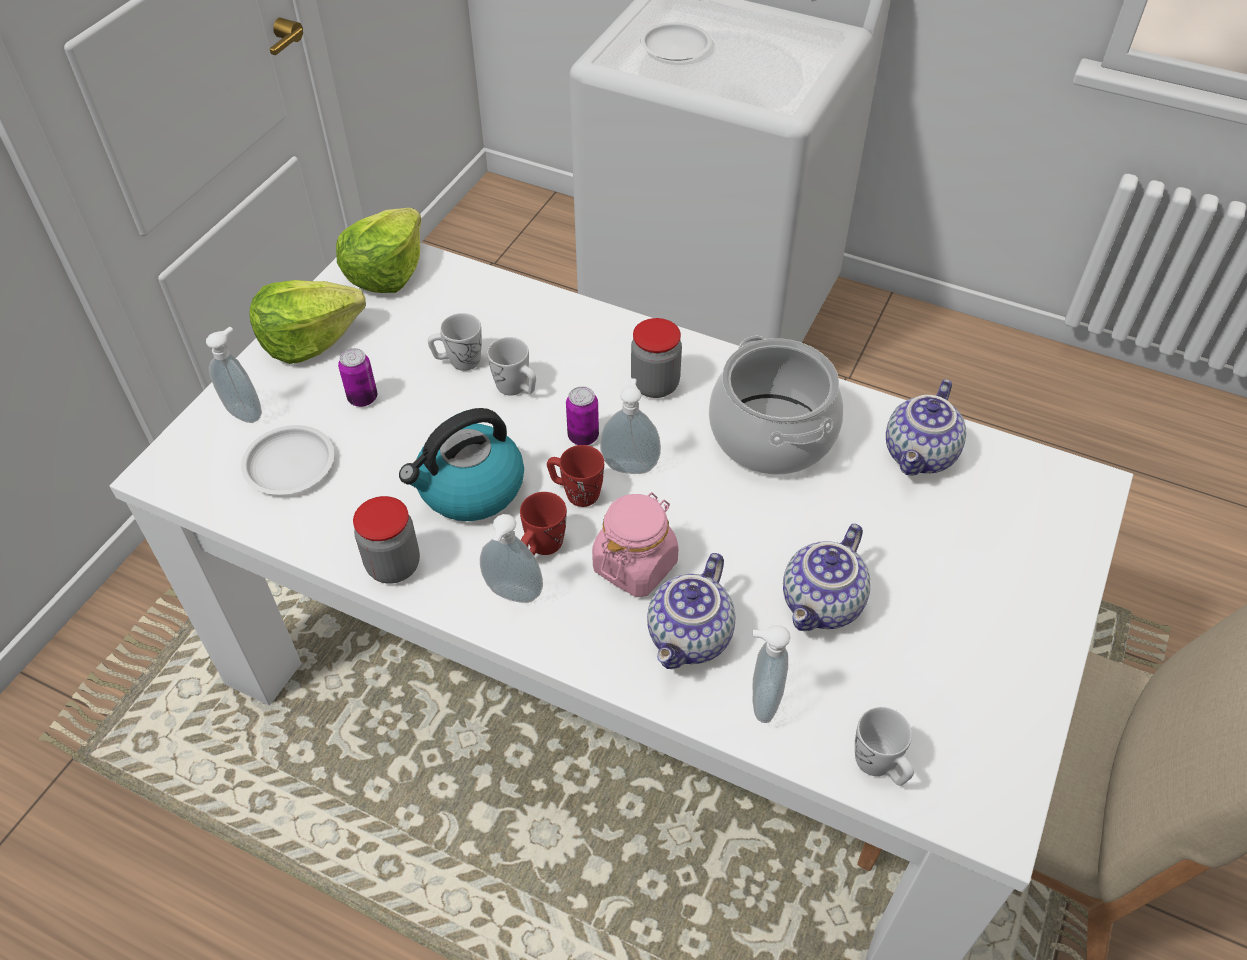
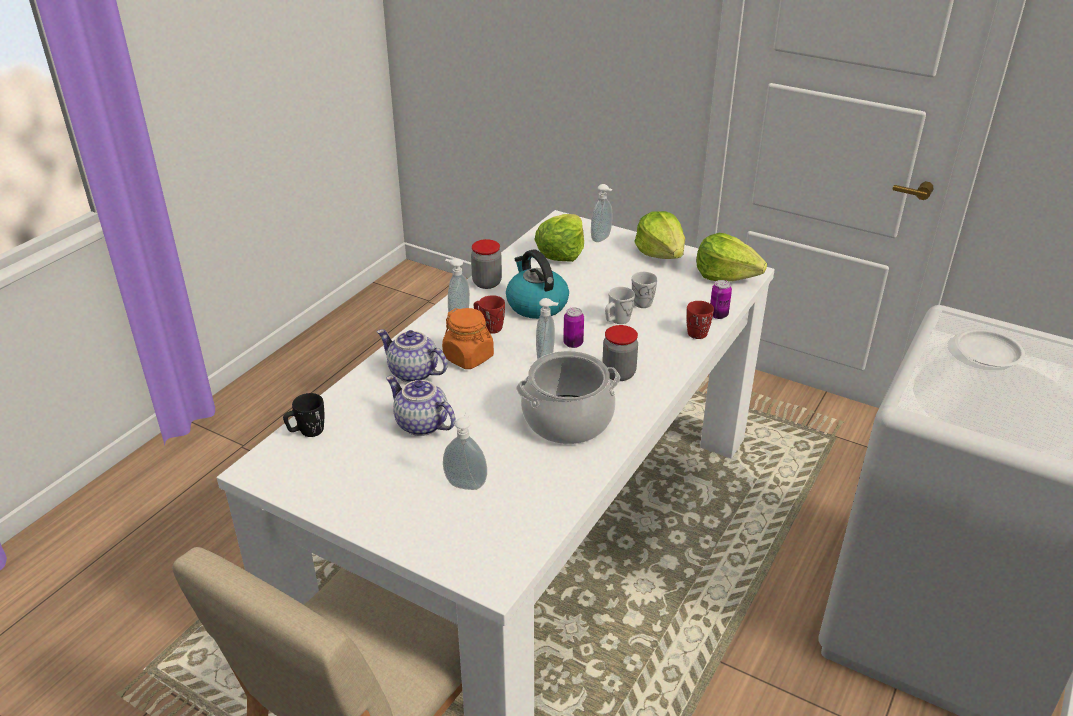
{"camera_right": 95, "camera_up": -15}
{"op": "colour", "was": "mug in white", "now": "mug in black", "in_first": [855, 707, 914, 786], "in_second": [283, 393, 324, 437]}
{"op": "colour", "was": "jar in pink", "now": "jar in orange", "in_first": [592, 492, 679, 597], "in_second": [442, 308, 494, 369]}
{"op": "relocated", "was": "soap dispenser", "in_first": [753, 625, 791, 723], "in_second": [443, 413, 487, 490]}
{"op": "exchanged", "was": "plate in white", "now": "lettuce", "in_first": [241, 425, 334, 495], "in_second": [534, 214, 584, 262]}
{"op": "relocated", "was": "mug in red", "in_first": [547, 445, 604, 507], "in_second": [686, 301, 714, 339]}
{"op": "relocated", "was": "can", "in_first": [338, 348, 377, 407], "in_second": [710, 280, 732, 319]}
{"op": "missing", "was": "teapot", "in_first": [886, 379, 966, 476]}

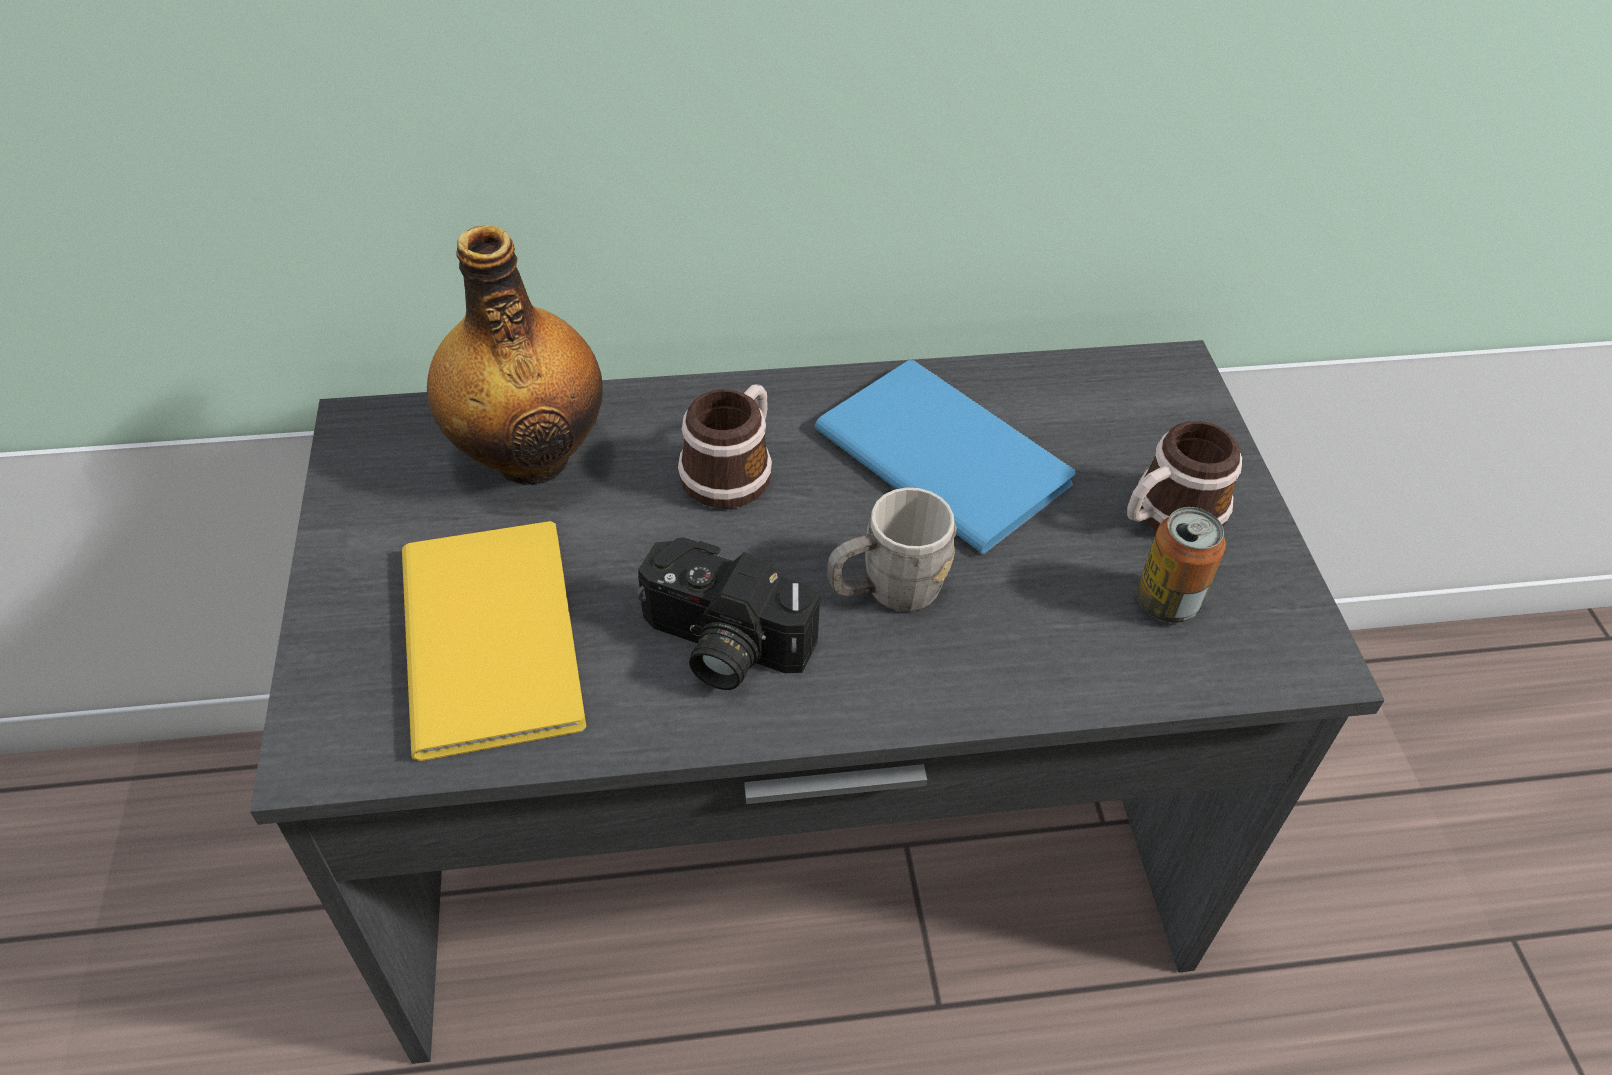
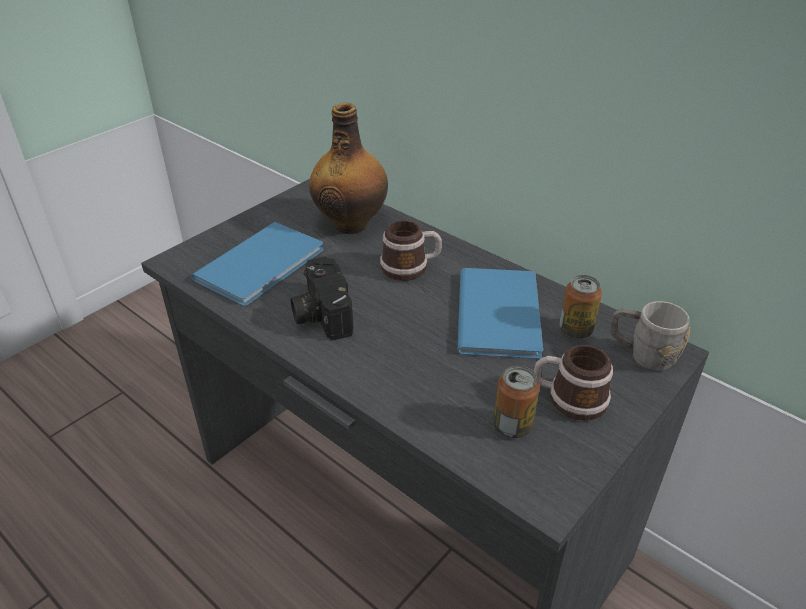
{"camera_right": 50, "camera_up": -10}
{"op": "colour", "was": "book in yellow", "now": "book in blue", "in_first": [402, 521, 586, 761], "in_second": [191, 222, 324, 306]}
{"op": "appeared", "now": "can", "in_second": [559, 275, 602, 339]}
{"op": "relocated", "was": "mug in grey", "in_first": [827, 487, 957, 612], "in_second": [610, 301, 691, 371]}

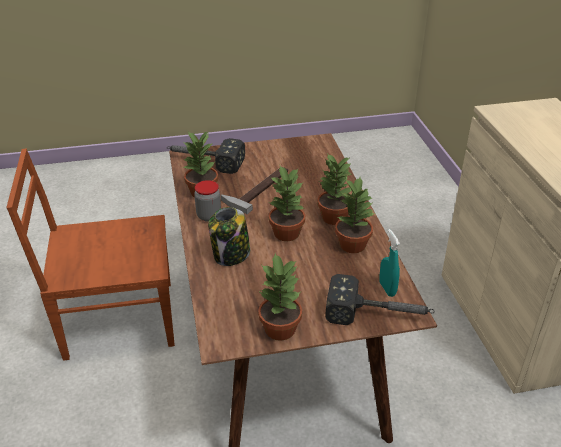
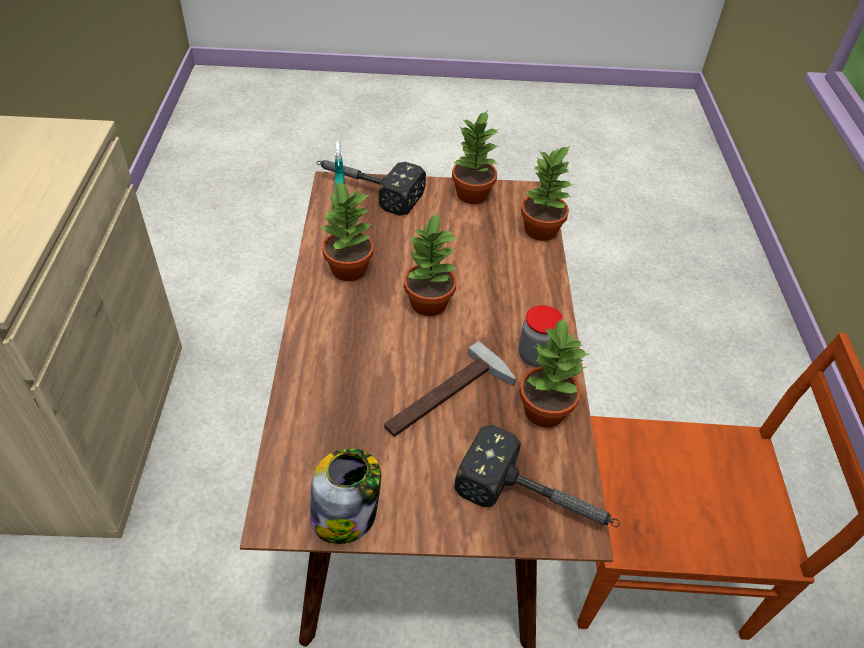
{"camera_right": -170, "camera_up": 10}
{"op": "relocated", "was": "jar", "in_first": [208, 207, 250, 266], "in_second": [310, 448, 381, 544]}
{"op": "relocated", "was": "potted plant", "in_first": [318, 153, 352, 225], "in_second": [521, 145, 574, 241]}

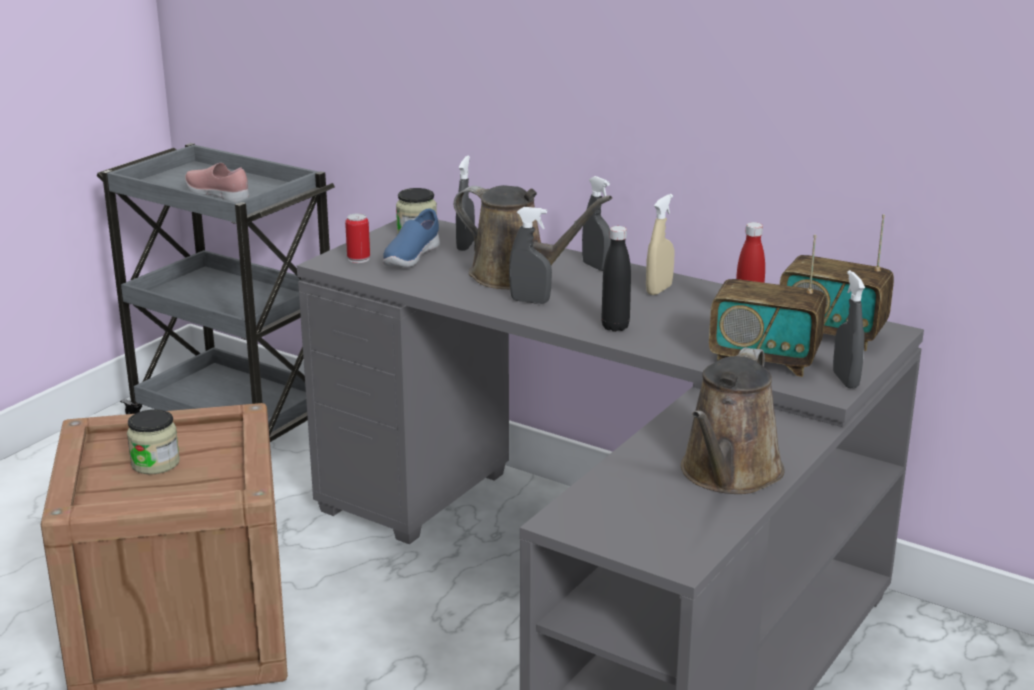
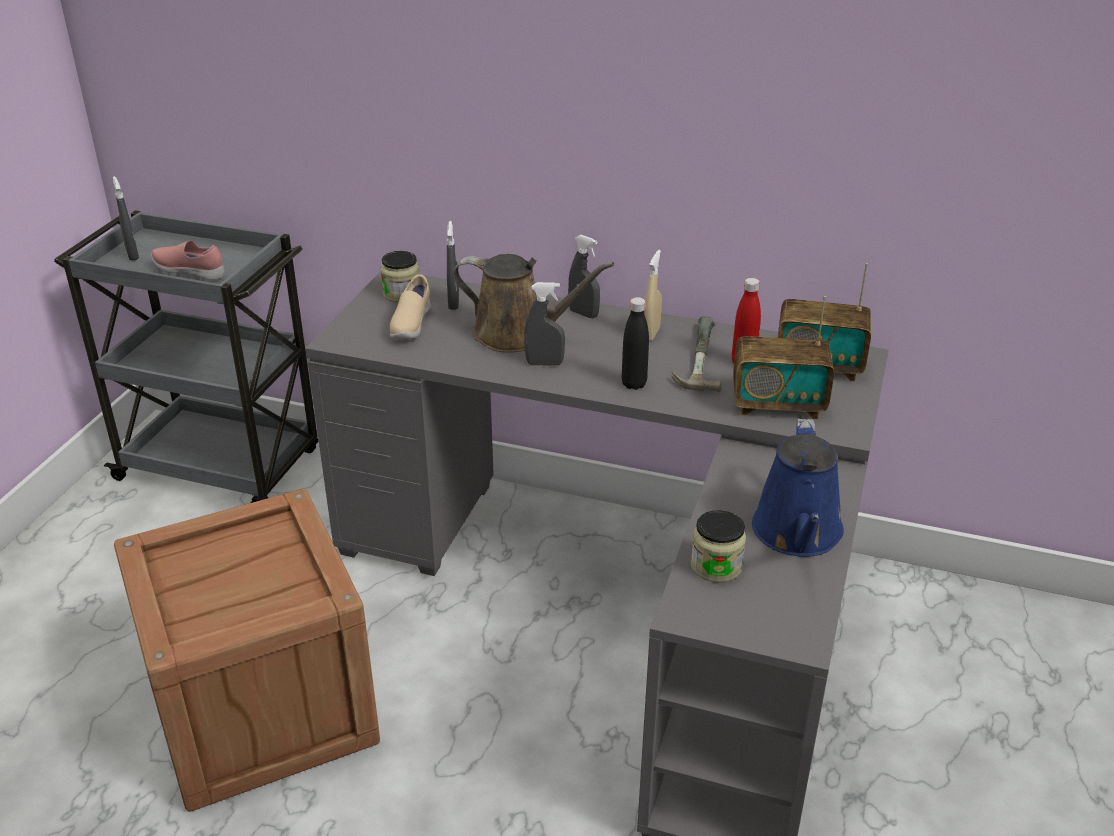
{"camera_right": -15, "camera_up": 10}
{"op": "relocated", "was": "spray bottle in grey", "in_first": [833, 270, 865, 388], "in_second": [113, 176, 139, 261]}
{"op": "colour", "was": "shoe in blue", "now": "shoe in beige", "in_first": [383, 209, 440, 267], "in_second": [390, 274, 431, 339]}
{"op": "appeared", "now": "hammer", "in_second": [671, 316, 722, 392]}
{"op": "relocated", "was": "jar", "in_first": [127, 409, 180, 474], "in_second": [691, 510, 746, 583]}
{"op": "colour", "was": "watering can in brown", "now": "watering can in blue", "in_first": [681, 347, 785, 494], "in_second": [752, 419, 844, 557]}
{"op": "missing", "was": "can", "in_first": [345, 213, 370, 263]}

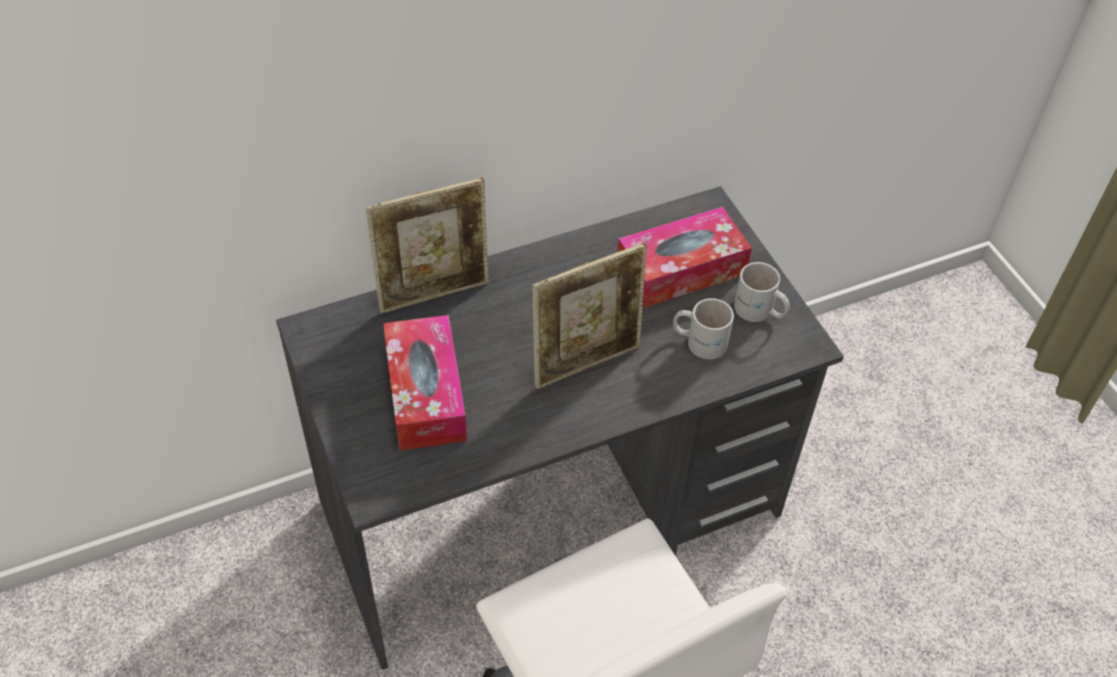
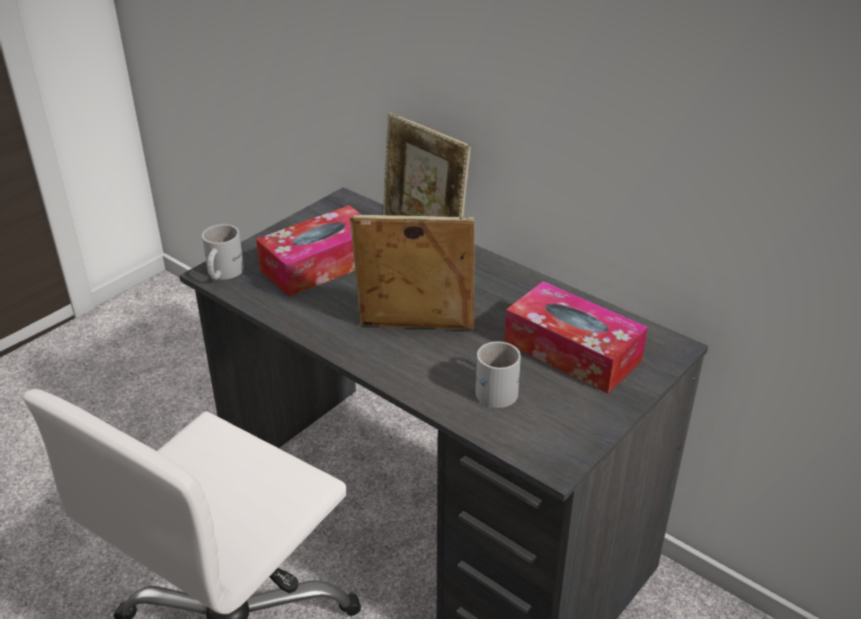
{"camera_right": 65, "camera_up": -15}
{"op": "relocated", "was": "mug in white", "in_first": [734, 262, 790, 322], "in_second": [202, 224, 244, 280]}
{"op": "spun", "was": "picture frame", "in_first": [532, 243, 647, 389], "in_second": [350, 215, 475, 330], "clockwise": 150}

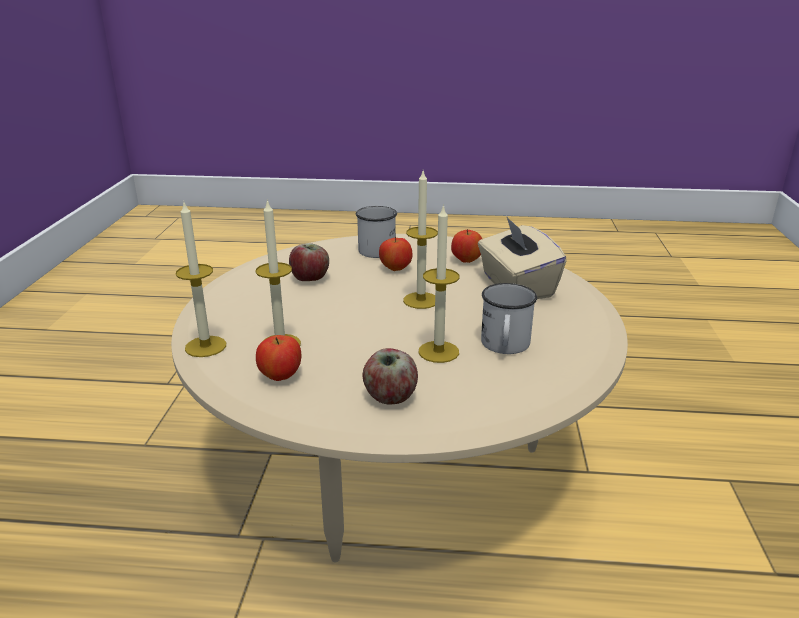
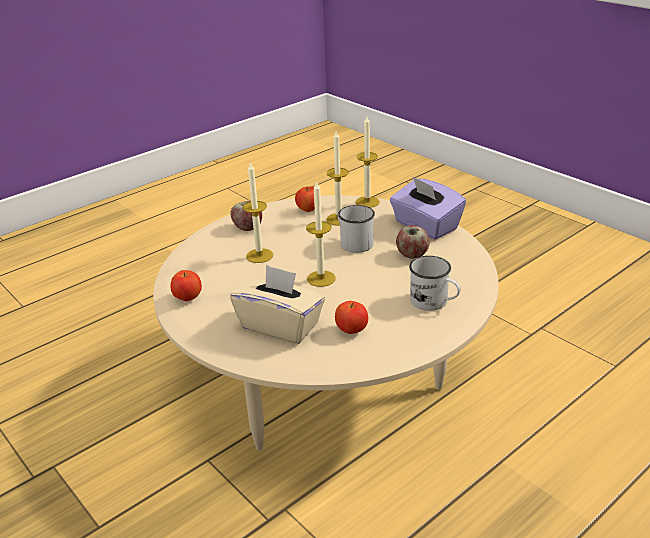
{"camera_right": 135, "camera_up": 5}
{"op": "relocated", "was": "apple", "in_first": [379, 236, 412, 271], "in_second": [170, 270, 202, 301]}
{"op": "relocated", "was": "mug in white", "in_first": [481, 283, 537, 354], "in_second": [338, 205, 375, 253]}
{"op": "appeared", "now": "tissue box in purple", "in_second": [390, 177, 466, 240]}

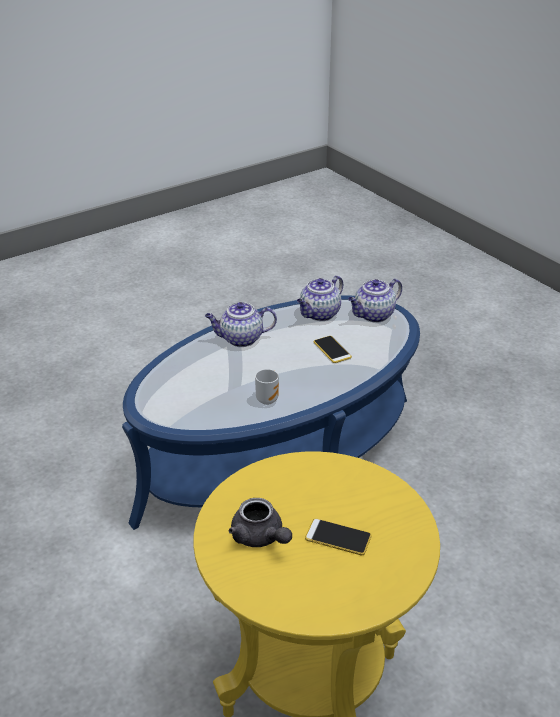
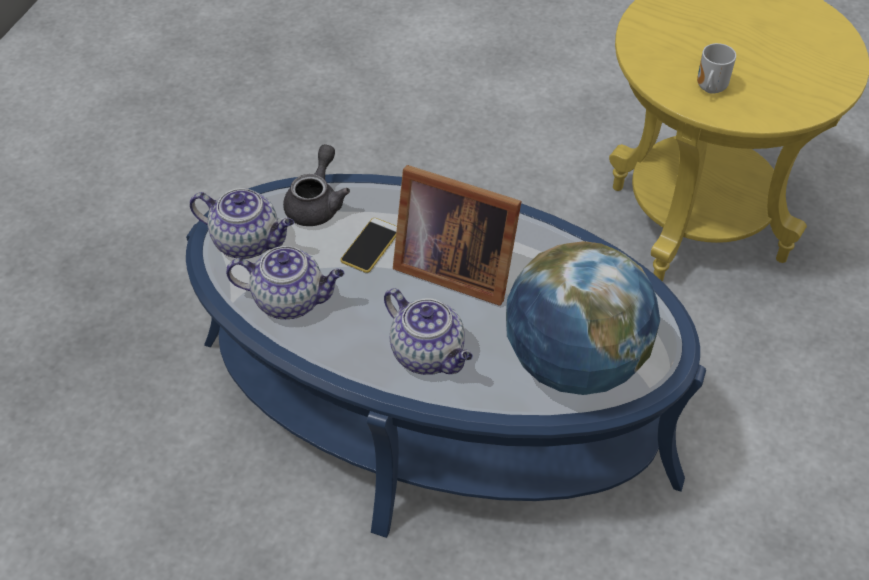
{"camera_right": -125, "camera_up": 15}
{"op": "relocated", "was": "teapot in grey", "in_first": [229, 498, 292, 547], "in_second": [283, 144, 350, 226]}
{"op": "appeared", "now": "picture frame", "in_second": [393, 165, 521, 306]}
{"op": "appeared", "now": "globe", "in_second": [506, 241, 660, 395]}
{"op": "relocated", "was": "mug", "in_first": [255, 369, 279, 405], "in_second": [697, 43, 736, 94]}
{"op": "missing", "was": "phone", "in_first": [305, 518, 372, 555]}

